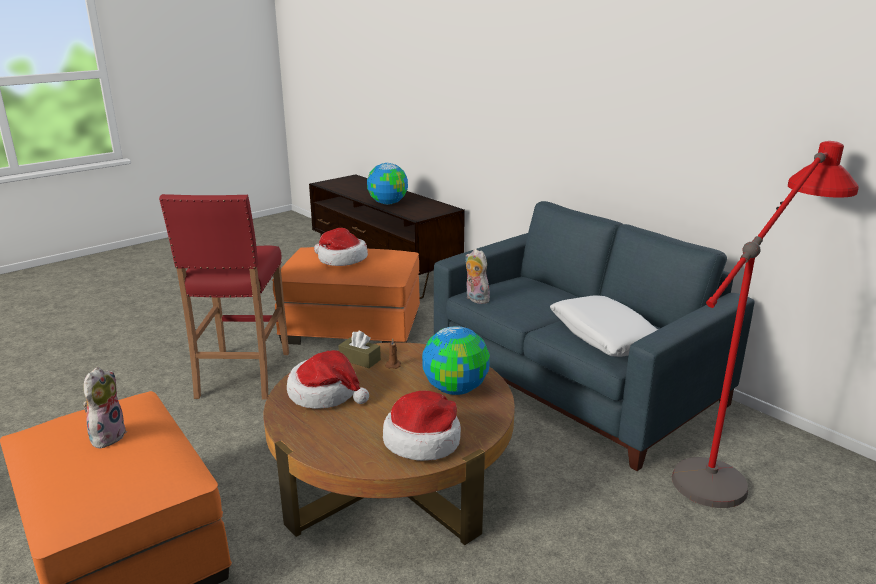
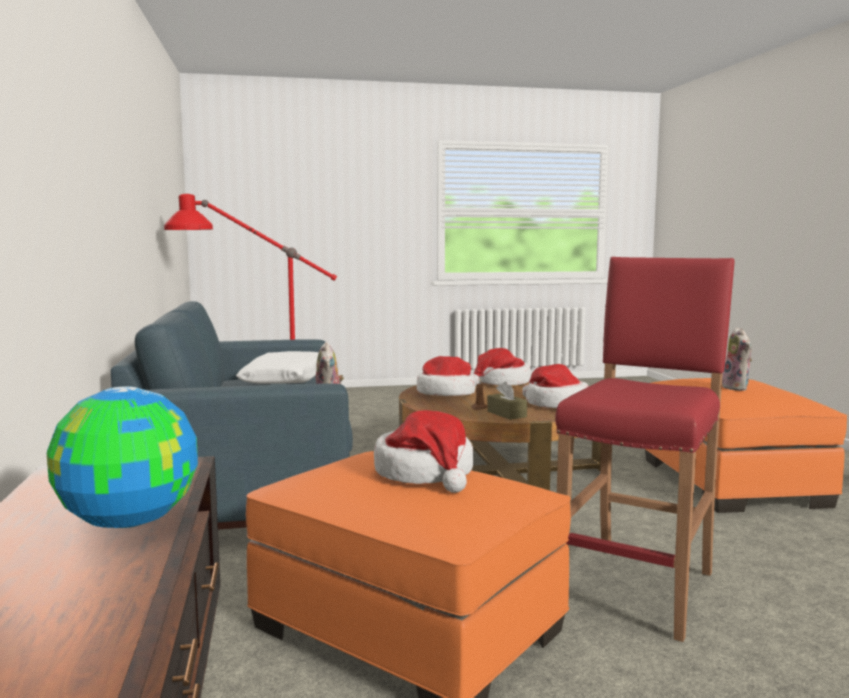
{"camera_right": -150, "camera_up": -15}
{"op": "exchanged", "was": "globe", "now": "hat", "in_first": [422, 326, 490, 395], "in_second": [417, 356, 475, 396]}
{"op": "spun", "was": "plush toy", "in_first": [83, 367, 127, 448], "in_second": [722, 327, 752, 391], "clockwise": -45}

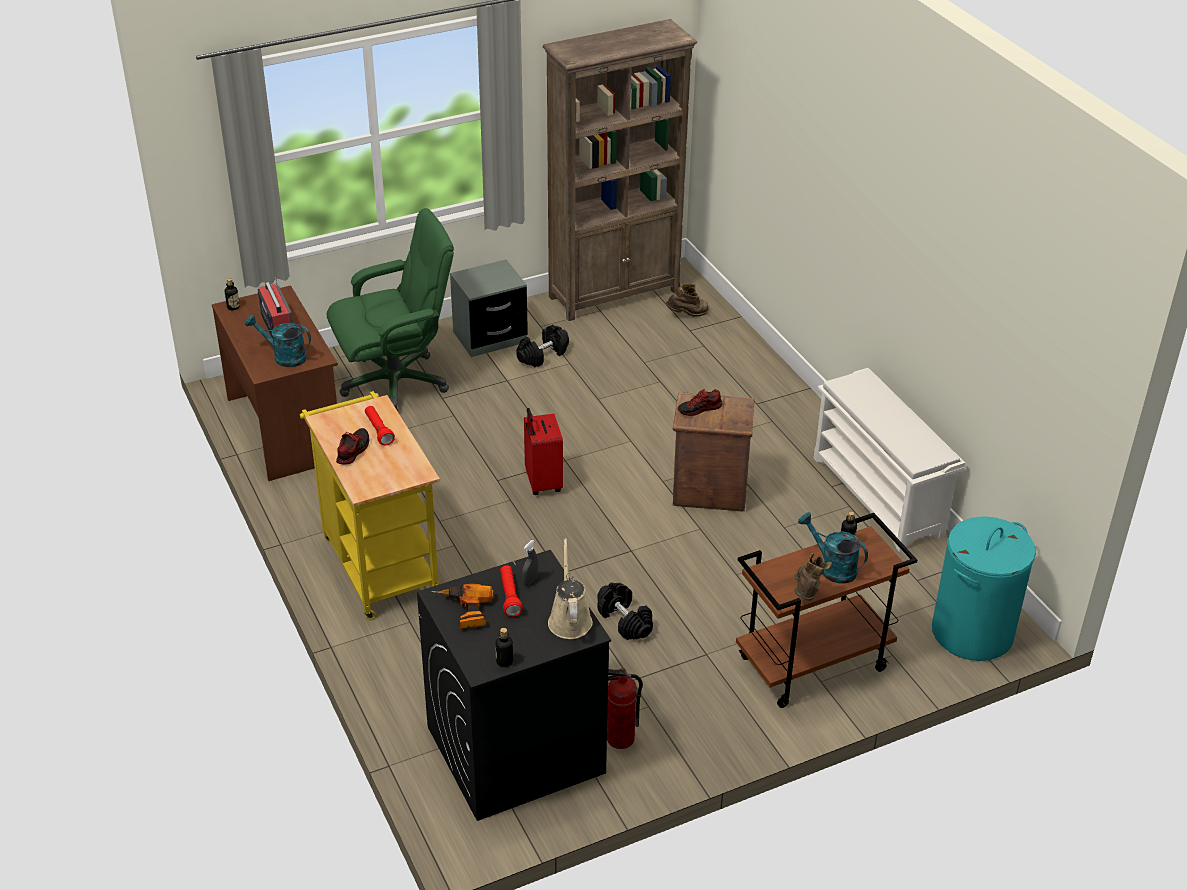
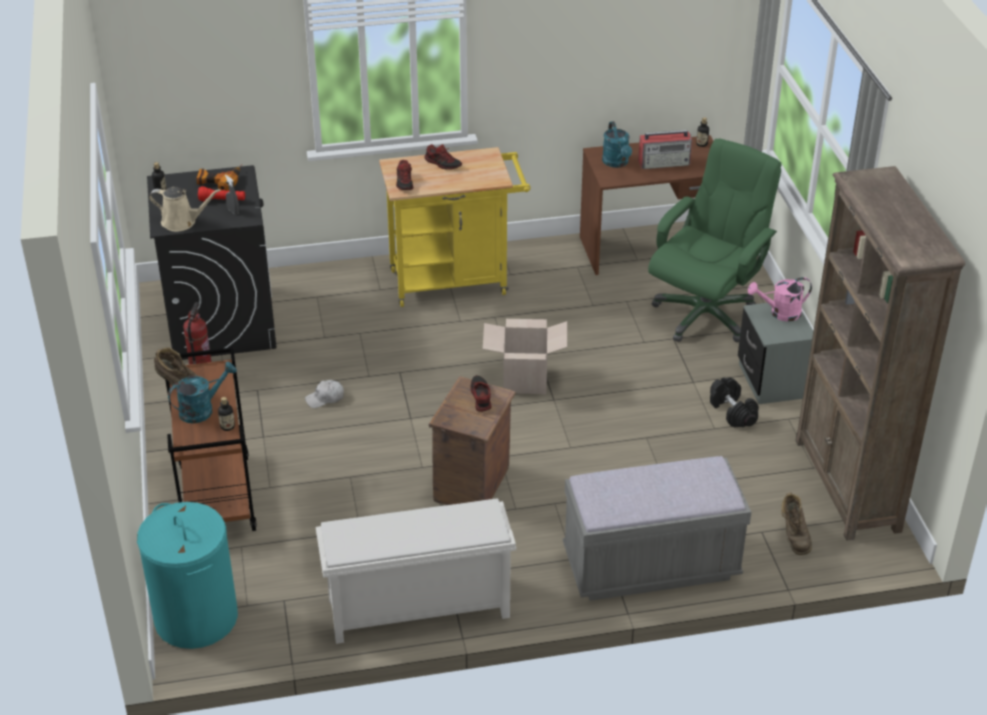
{"camera_right": 105, "camera_up": 0}
{"op": "exchanged", "was": "dumbbell in black", "now": "cap in white", "in_first": [598, 582, 653, 640], "in_second": [305, 380, 344, 408]}
{"op": "appeared", "now": "shoe", "in_second": [396, 160, 413, 190]}
{"op": "exchanged", "was": "suitcase in red", "now": "cardboard box", "in_first": [524, 408, 563, 495], "in_second": [483, 319, 567, 394]}
{"op": "appeared", "now": "bench in grey", "in_second": [563, 456, 751, 601]}
{"op": "spun", "was": "watering can in turquoise", "in_first": [245, 314, 311, 367], "in_second": [602, 121, 632, 168], "clockwise": 135}
{"op": "spun", "was": "office chair in green", "in_first": [327, 208, 454, 411], "in_second": [648, 139, 782, 342], "clockwise": -135}
{"op": "appeared", "now": "watering can in pink", "in_second": [748, 277, 812, 322]}
{"op": "missing", "was": "flashlight in red", "in_first": [365, 406, 395, 446]}

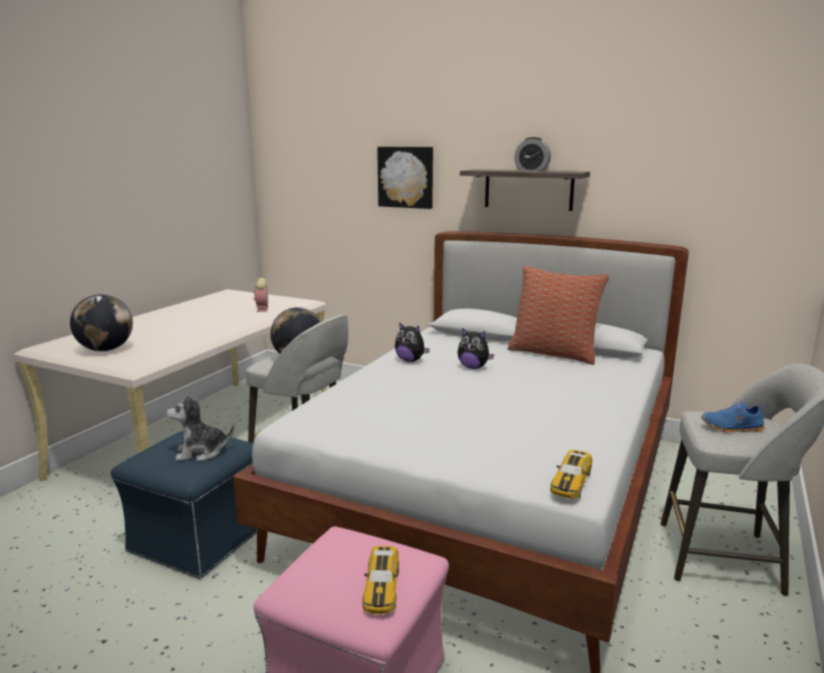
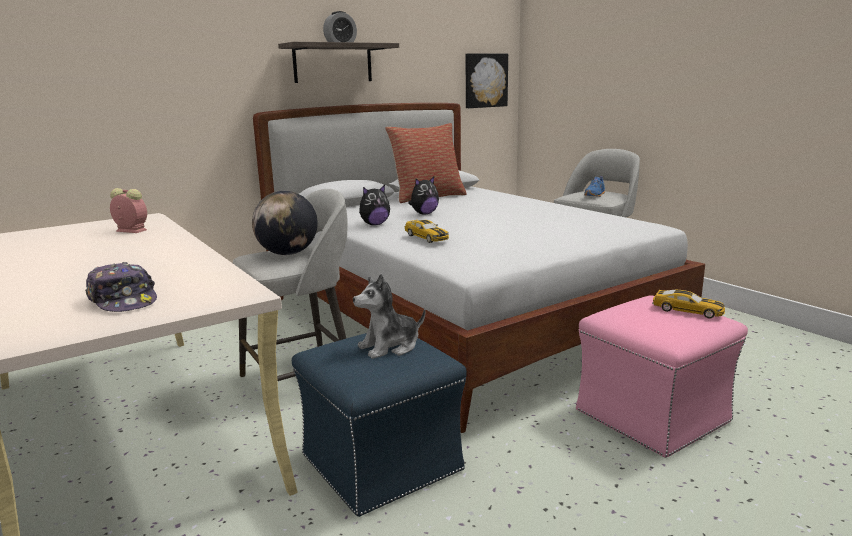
{"camera_right": -60, "camera_up": 0}
{"op": "exchanged", "was": "globe", "now": "cap", "in_first": [70, 294, 133, 351], "in_second": [85, 262, 157, 312]}
{"op": "spun", "was": "plush toy", "in_first": [166, 393, 234, 462], "in_second": [353, 274, 425, 359], "clockwise": 45}
{"op": "relocated", "was": "toy car", "in_first": [550, 449, 592, 499], "in_second": [405, 220, 449, 243]}
{"op": "relocated", "was": "picture", "in_first": [377, 147, 433, 209], "in_second": [465, 53, 508, 108]}

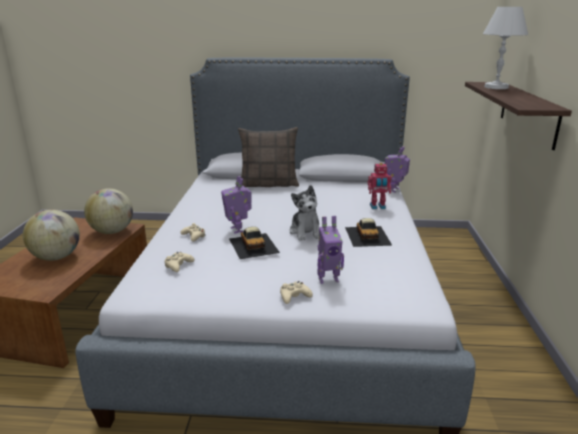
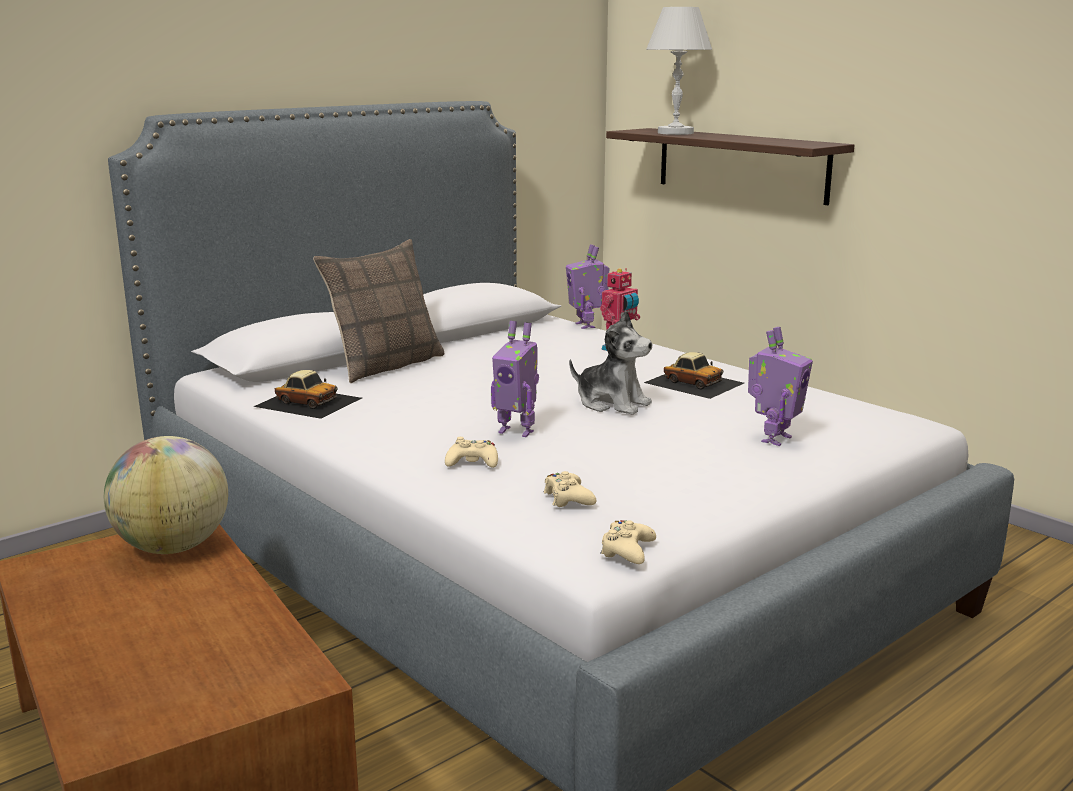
{"camera_right": -45, "camera_up": -5}
{"op": "relocated", "was": "toy car", "in_first": [229, 227, 280, 259], "in_second": [253, 370, 362, 419]}
{"op": "relocated", "was": "game controller in beige", "in_first": [280, 281, 313, 304], "in_second": [600, 520, 656, 564]}
{"op": "missing", "was": "globe", "in_first": [23, 210, 80, 261]}

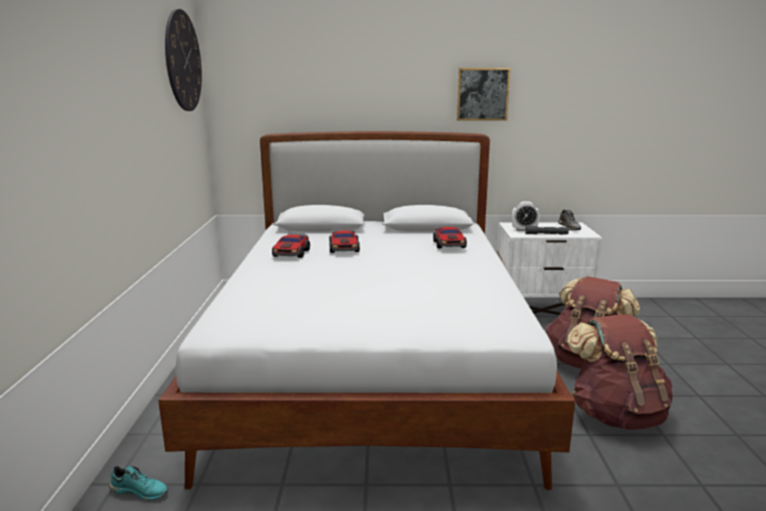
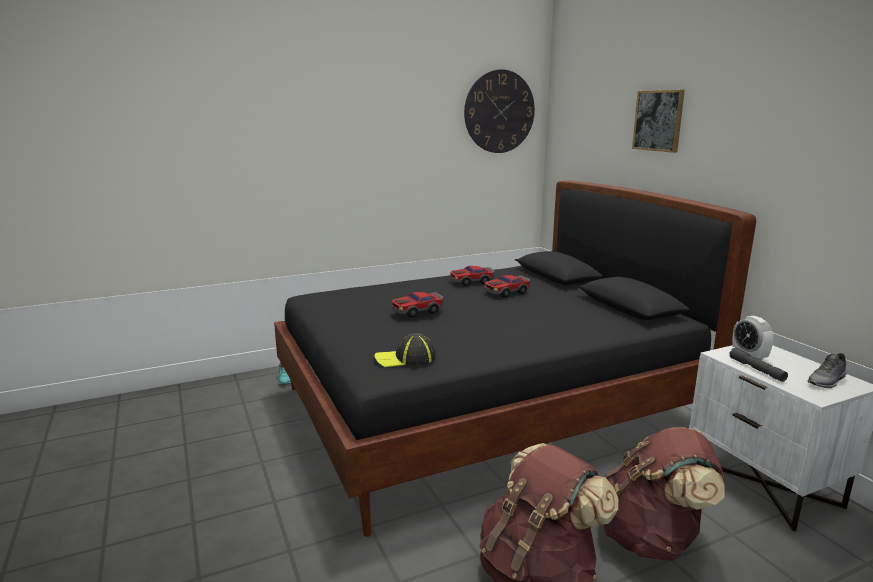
{"camera_right": 65, "camera_up": 0}
{"op": "colour", "was": "bed in white", "now": "bed in black", "in_first": [158, 131, 575, 490], "in_second": [274, 181, 756, 537]}
{"op": "appeared", "now": "cap", "in_second": [375, 333, 436, 367]}
{"op": "relocated", "was": "toy car", "in_first": [433, 226, 467, 248], "in_second": [392, 292, 444, 318]}
{"op": "relocated", "was": "picture", "in_first": [457, 68, 510, 121], "in_second": [632, 90, 685, 153]}

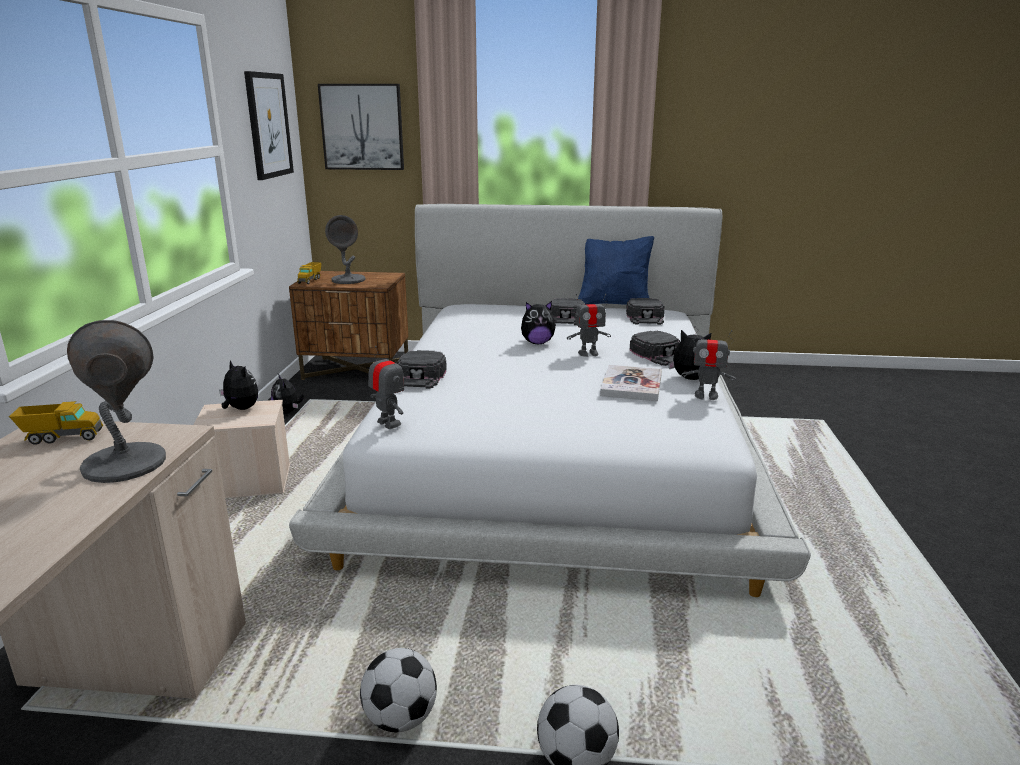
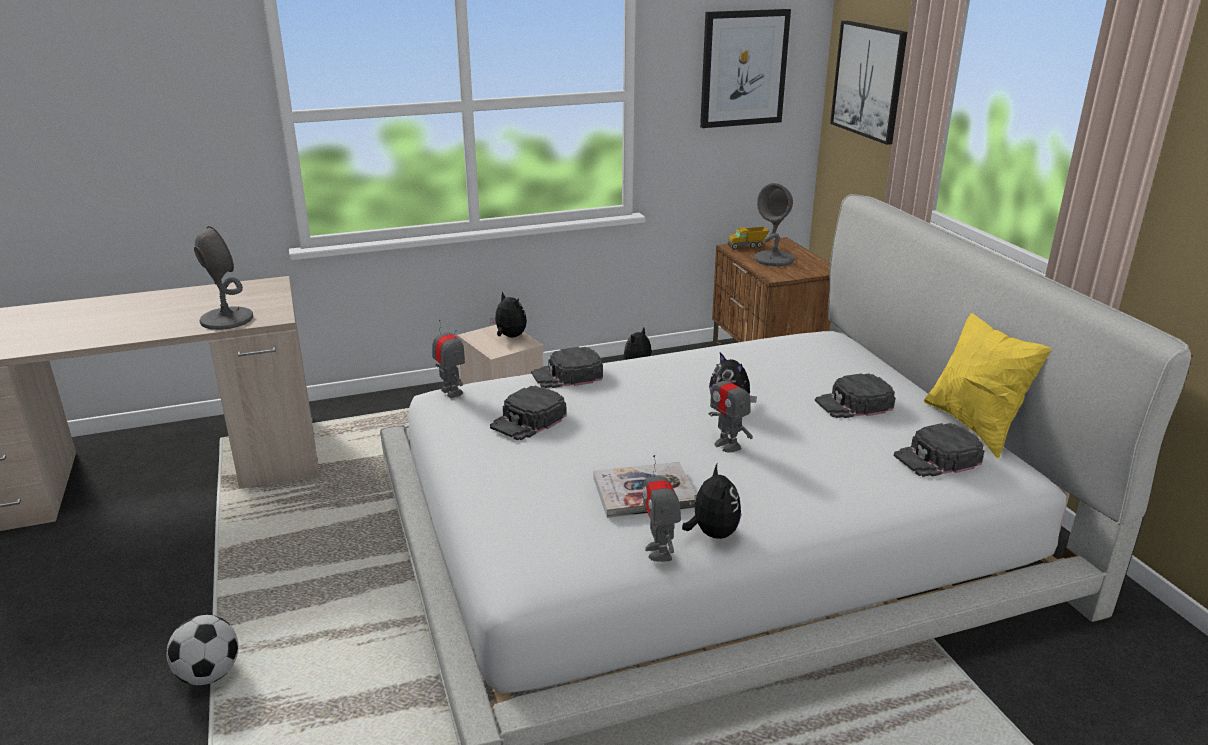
{"camera_right": 65, "camera_up": 5}
{"op": "spun", "was": "toy robot", "in_first": [368, 346, 404, 429], "in_second": [432, 320, 465, 399], "clockwise": -60}
{"op": "spun", "was": "plush toy", "in_first": [219, 360, 258, 410], "in_second": [490, 291, 527, 337], "clockwise": -60}
{"op": "relocated", "was": "cap in black", "in_first": [629, 331, 680, 366], "in_second": [490, 386, 567, 441]}
{"op": "colour", "was": "pillow in blue", "now": "pillow in yellow", "in_first": [578, 236, 654, 305], "in_second": [924, 313, 1051, 458]}
{"op": "missing", "was": "toy truck", "in_first": [9, 401, 104, 445]}
{"op": "missing", "was": "football", "in_first": [360, 648, 437, 732]}

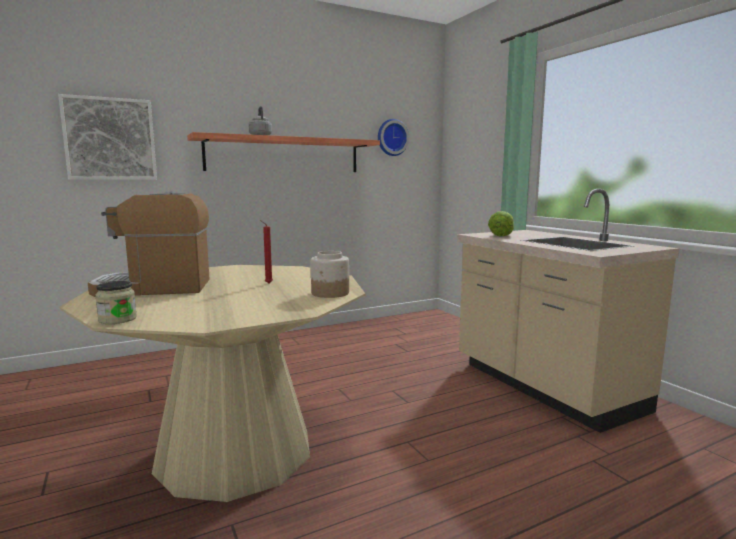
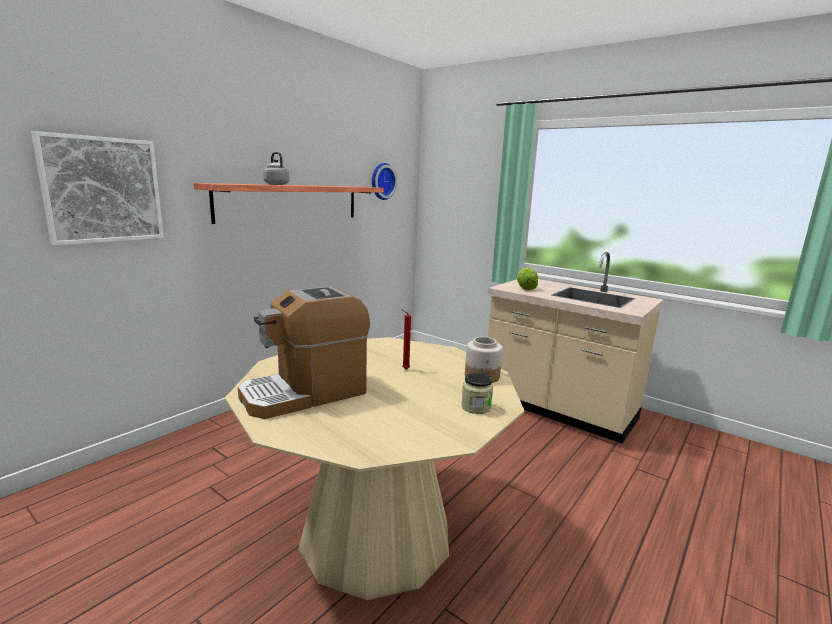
{"camera_right": -25, "camera_up": 5}
{"op": "relocated", "was": "jar", "in_first": [95, 281, 137, 324], "in_second": [461, 373, 493, 414]}

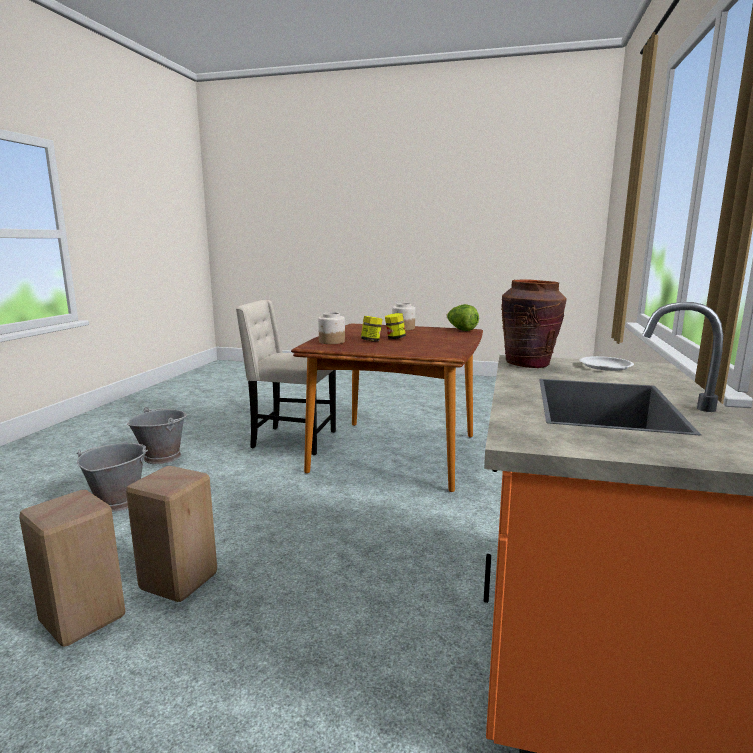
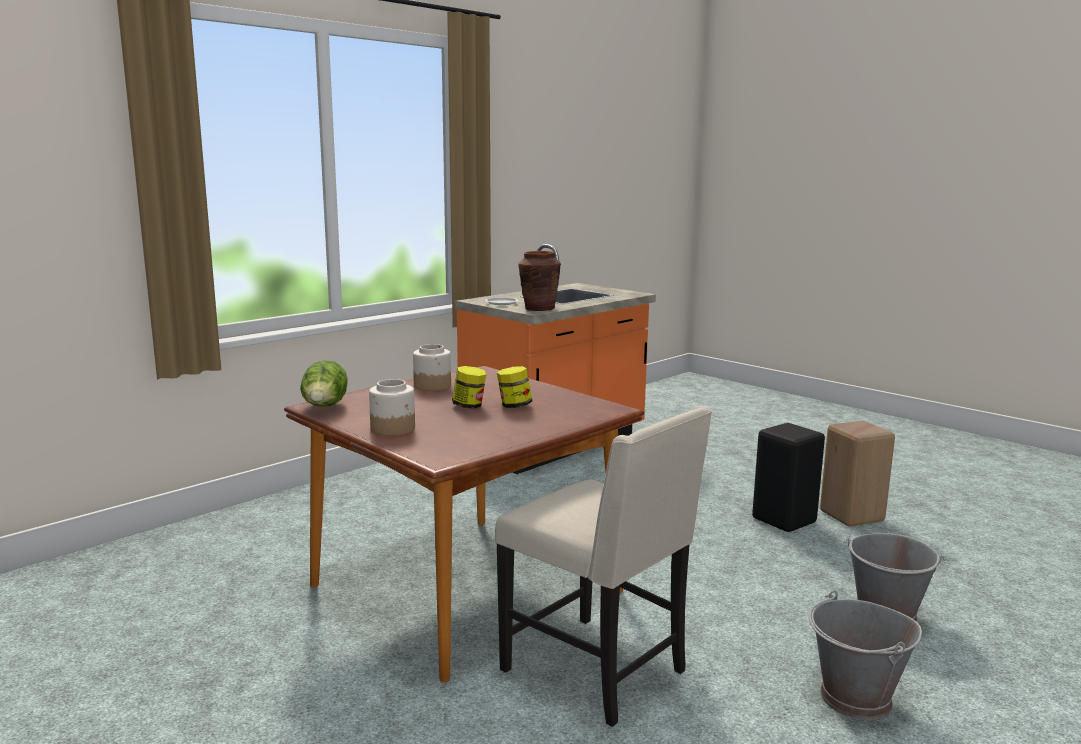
{"camera_right": -150, "camera_up": 0}
{"op": "relocated", "was": "jar", "in_first": [318, 312, 345, 344], "in_second": [413, 344, 451, 391]}
{"op": "colour", "was": "stool in beige", "now": "stool in black", "in_first": [126, 466, 217, 602], "in_second": [752, 423, 825, 532]}

